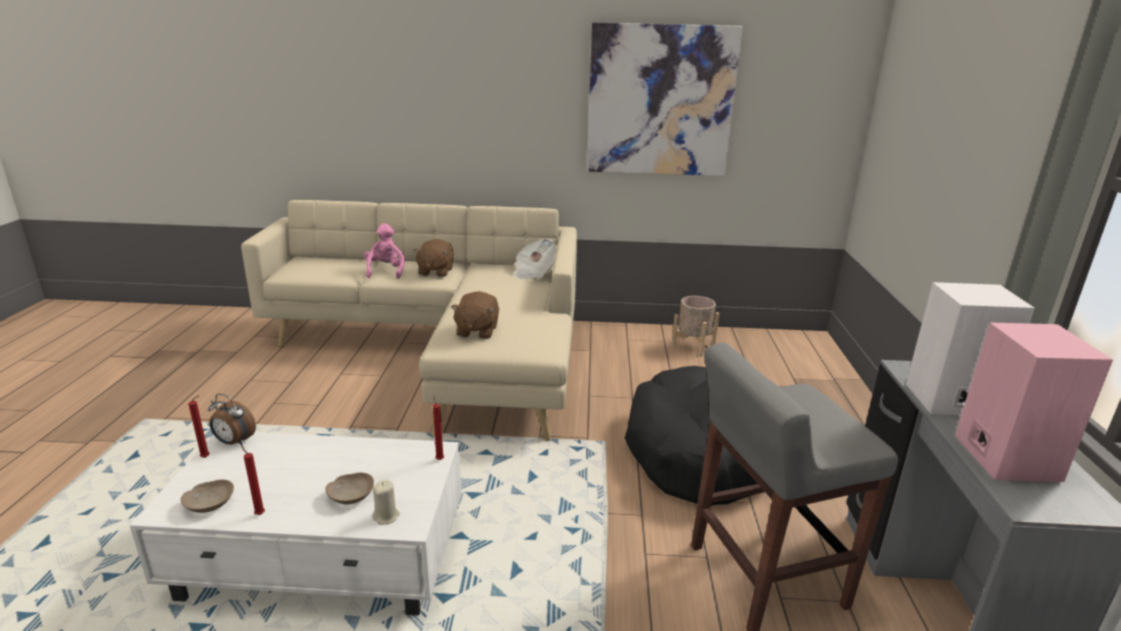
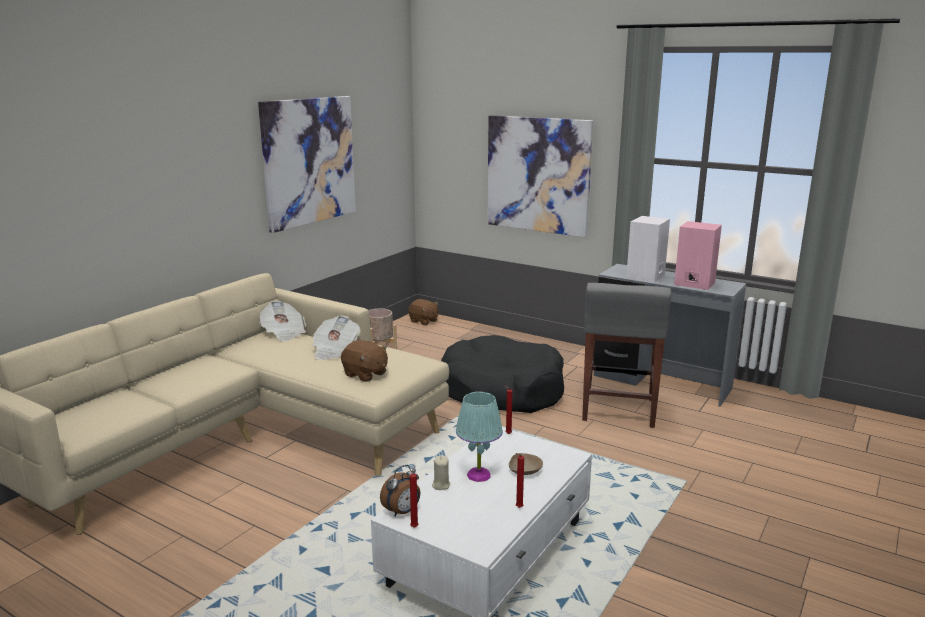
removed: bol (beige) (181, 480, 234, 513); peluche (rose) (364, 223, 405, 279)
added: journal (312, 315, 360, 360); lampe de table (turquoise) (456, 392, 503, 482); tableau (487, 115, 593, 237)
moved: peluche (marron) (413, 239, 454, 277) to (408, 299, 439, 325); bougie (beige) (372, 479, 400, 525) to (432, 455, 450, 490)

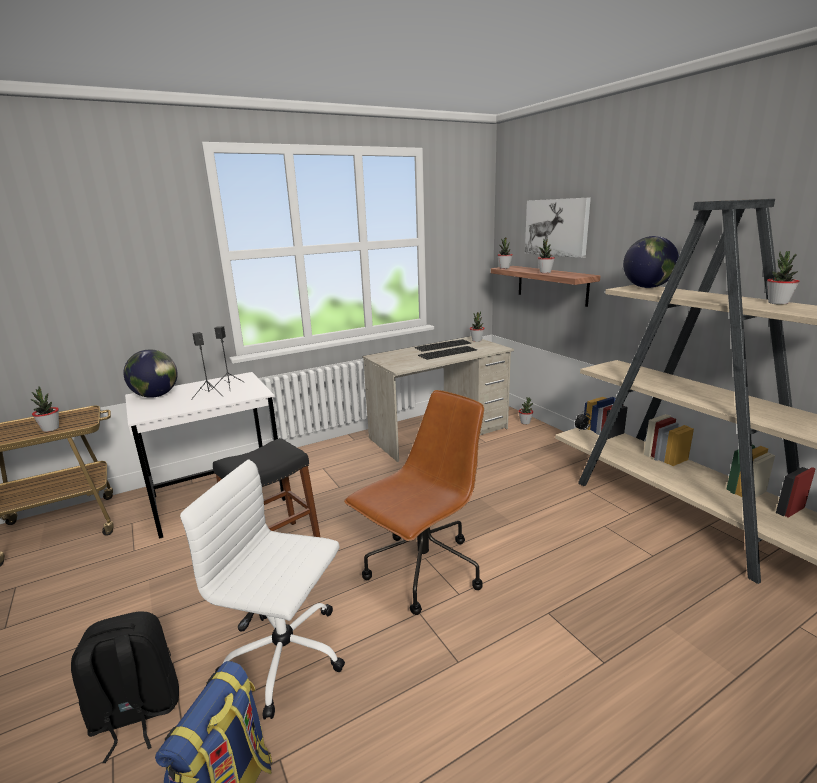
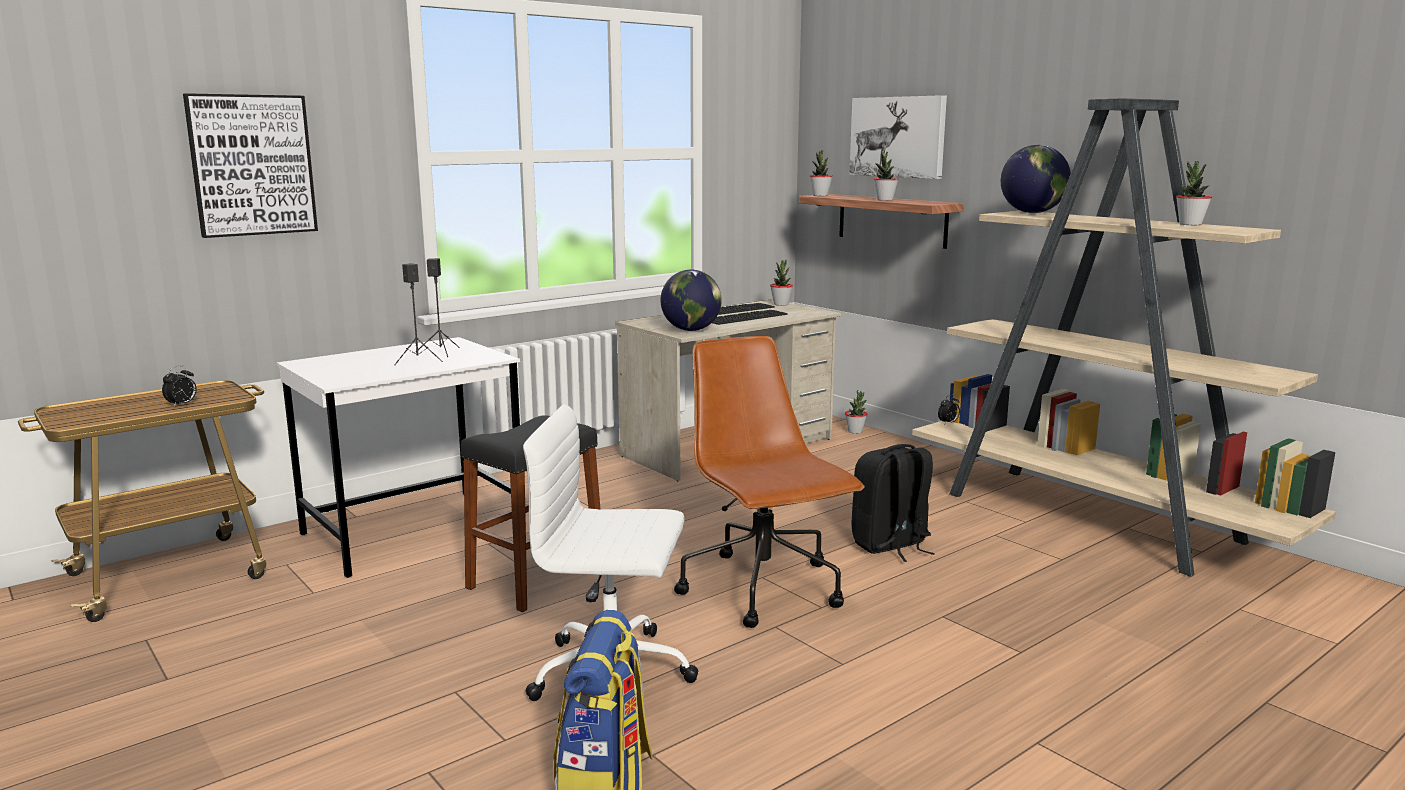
added: tableau (183, 93, 318, 238)
moved: globe (123, 350, 178, 398) to (661, 270, 722, 331); sac à dos (noir) (71, 611, 179, 763) to (852, 444, 935, 562)
replaced: plante en pot (31, 386, 59, 432) to réveil (162, 366, 197, 407)
turned: chaise de bureau (marron) (344, 390, 484, 615) = (674, 336, 865, 628) 60 degrees counterclockwise

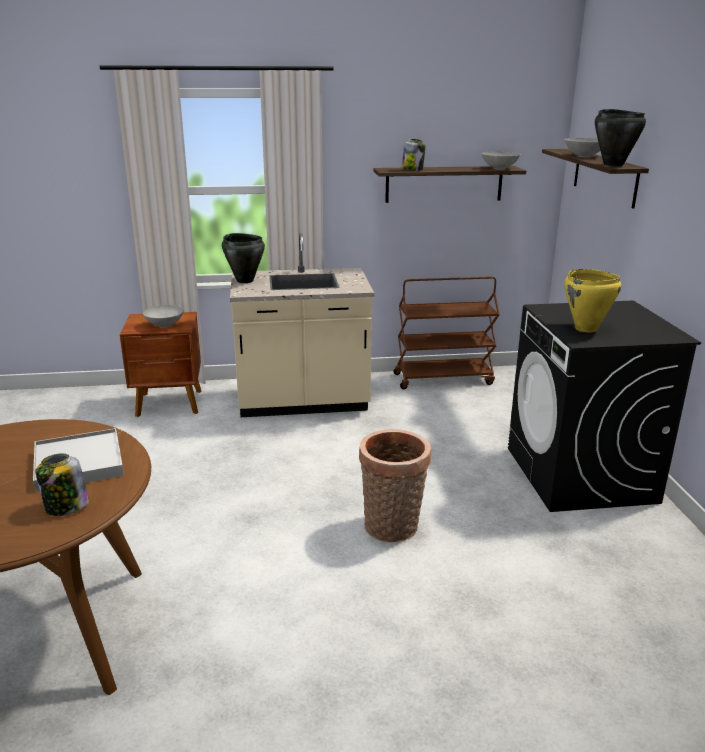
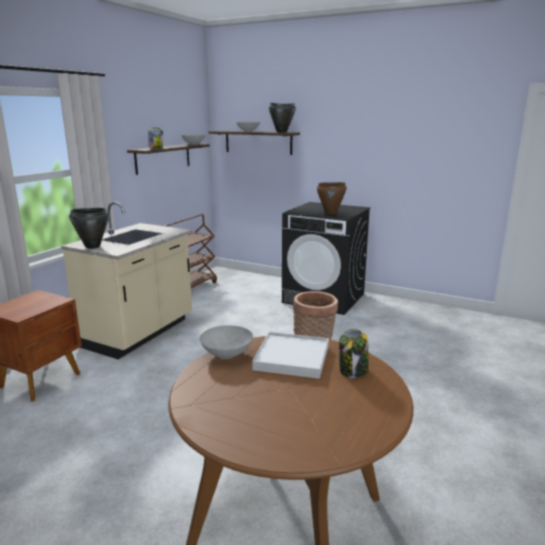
moved: bol (gris) (143, 305, 184, 328) to (200, 325, 253, 359)
recoloured: marmite (jaune) (564, 269, 622, 332) to marmite (marron) (317, 182, 347, 215)

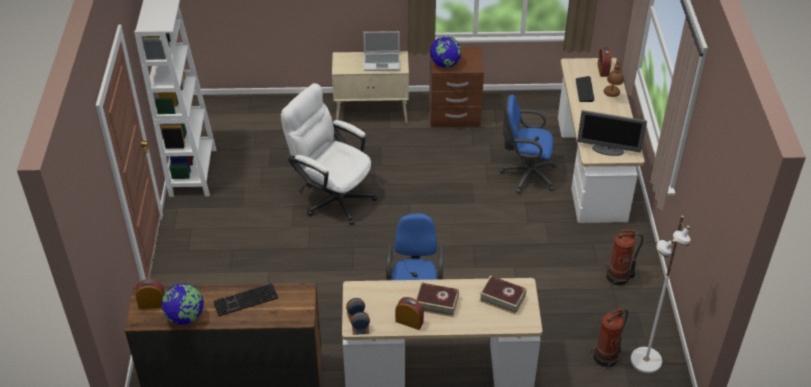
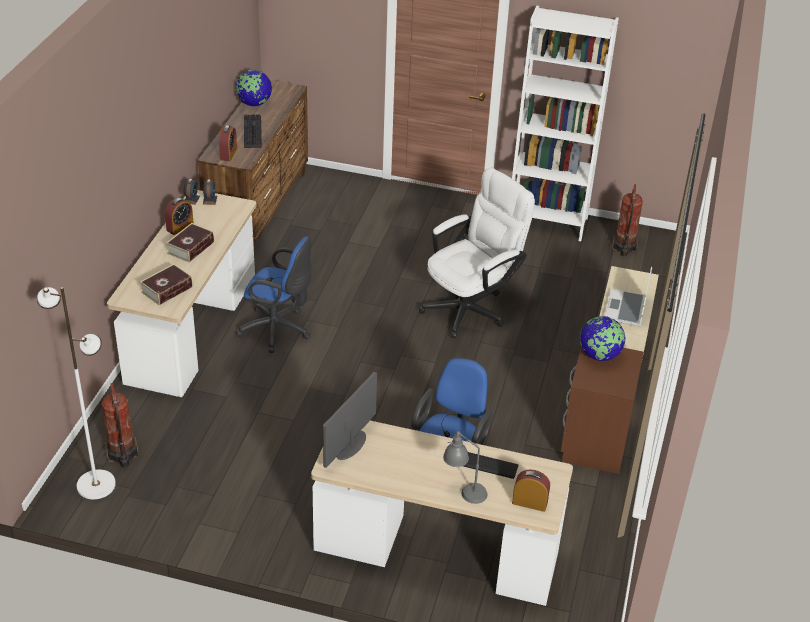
moved: réveil (135, 279, 165, 309) to (219, 125, 237, 161); extincteur (606, 229, 643, 286) to (612, 184, 643, 256)
recoloured: lampe de table (marron) (604, 59, 624, 97) to lampe de table (gris) (443, 431, 487, 504)

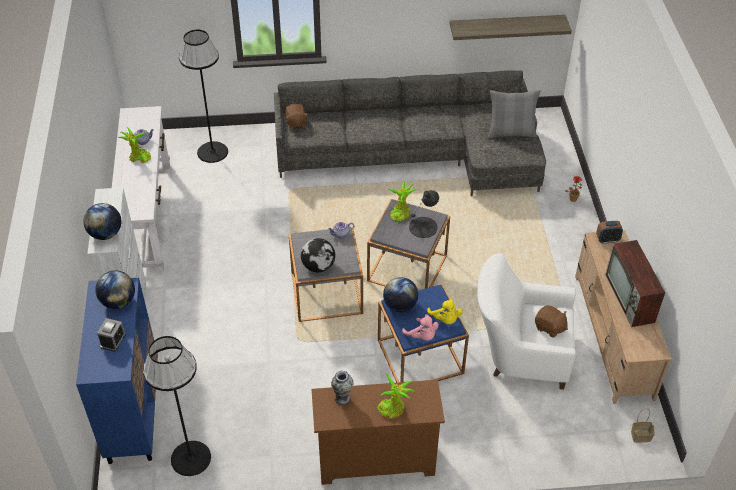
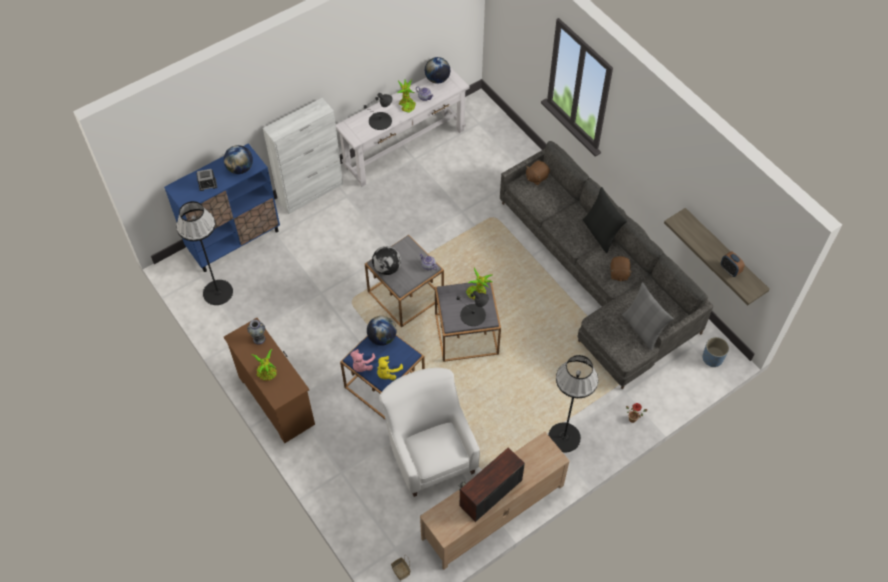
added: lampe de table (noir) (364, 93, 392, 130); coussin (noir) (583, 187, 627, 253); cache-pot (bleu) (702, 337, 729, 367)
moved: globe (84, 203, 122, 240) to (425, 57, 450, 84); lampadaire (noir) (179, 30, 228, 163) to (548, 355, 599, 452); peluche (marron) (535, 305, 568, 338) to (610, 256, 632, 282); réveil (596, 221, 623, 244) to (721, 251, 745, 277)

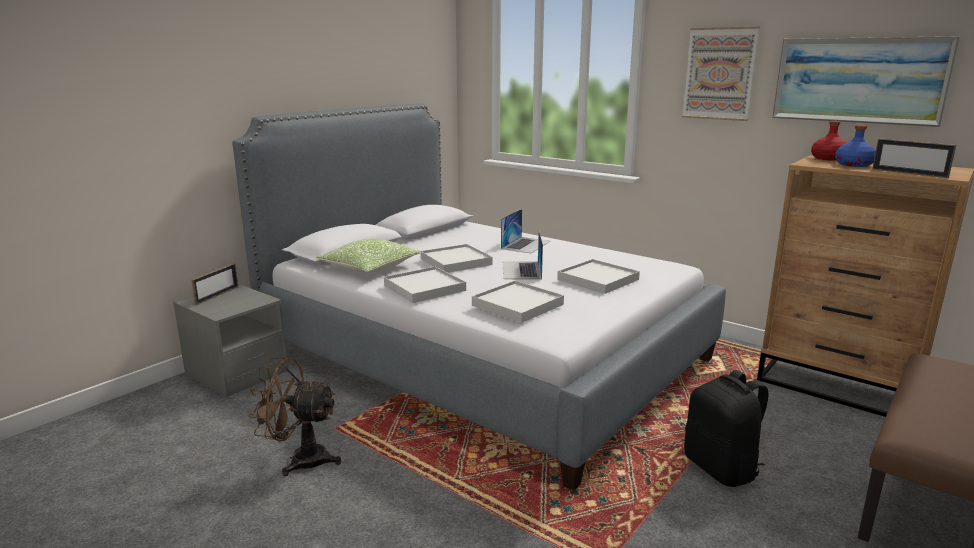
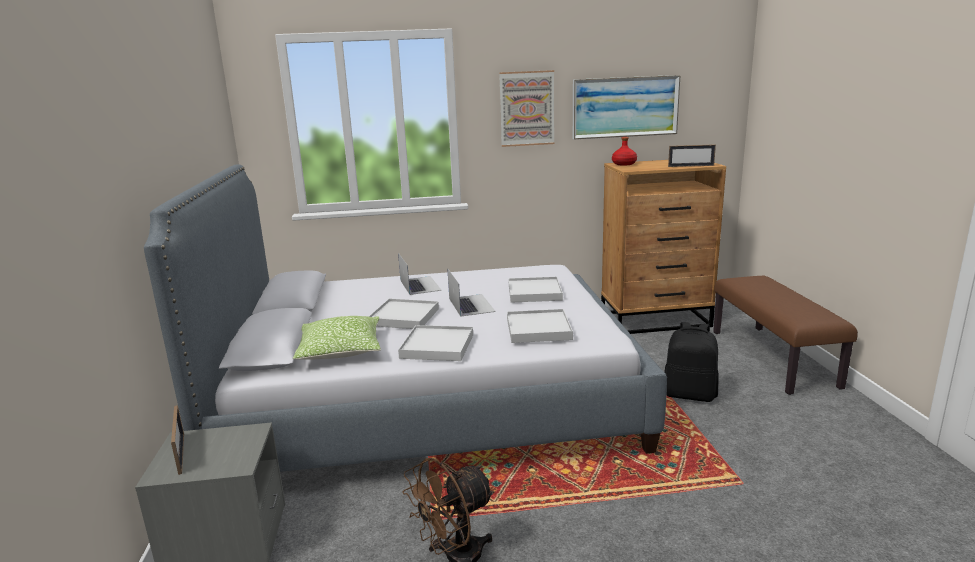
removed: bouteille (bleu) (835, 125, 876, 167)
turned: ordinateur portable (503, 231, 543, 279) = (447, 268, 496, 317) 150 degrees counterclockwise

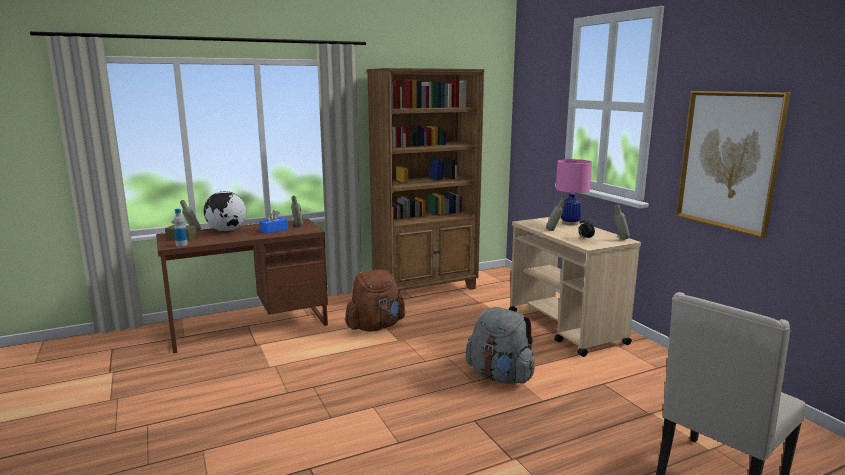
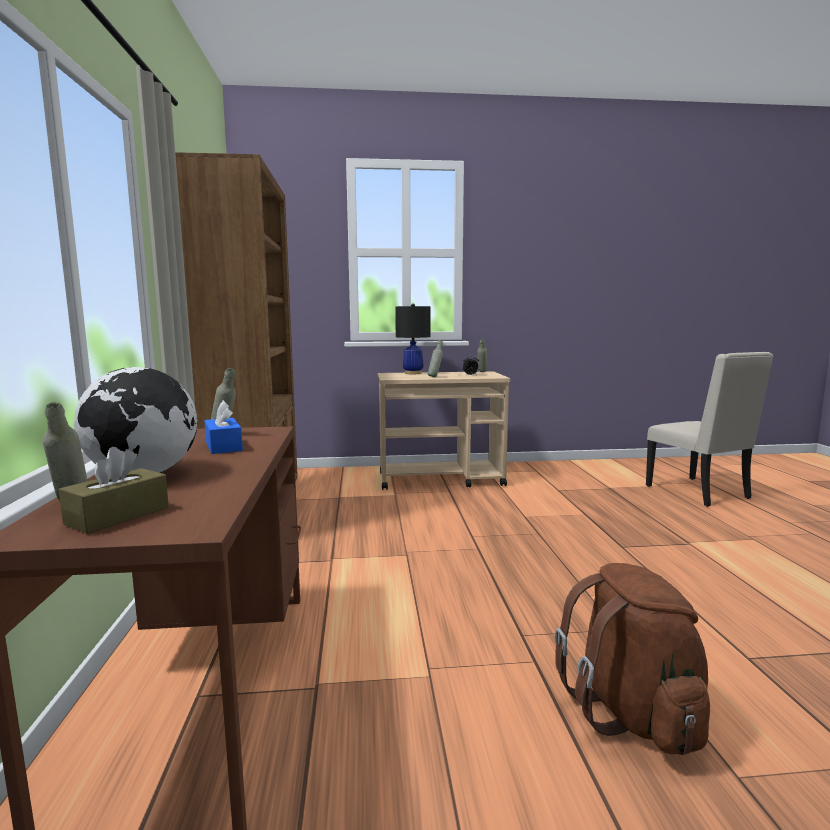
removed: bouteille (174, 209, 188, 247); sac à dos (gris) (466, 307, 535, 384); tableau (676, 91, 791, 238)
moved: sac à dos (marron) (345, 269, 405, 332) to (555, 563, 710, 755)
recoloured: lampe de table (rose) (556, 159, 592, 225) to lampe de table (noir) (395, 304, 431, 374)

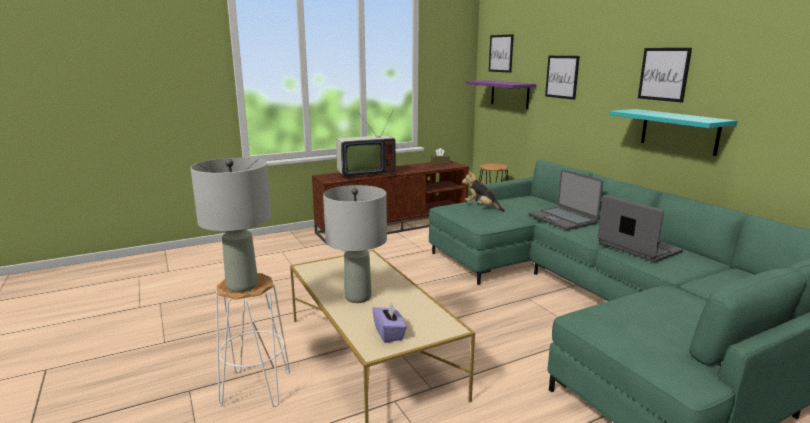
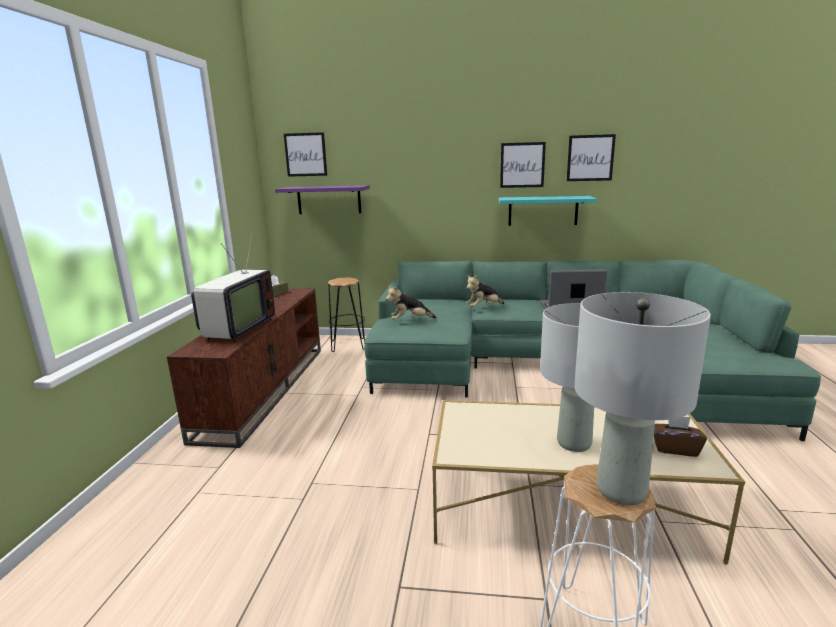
moved: tableau (545, 56, 580, 100) to (567, 134, 616, 181)
replaced: ordinateur portable (529, 169, 603, 230) to peluche (466, 275, 504, 307)
recoloured: boîte à mouchoirs (violet) (372, 301, 407, 343) to boîte à mouchoirs (marron) (654, 417, 707, 457)

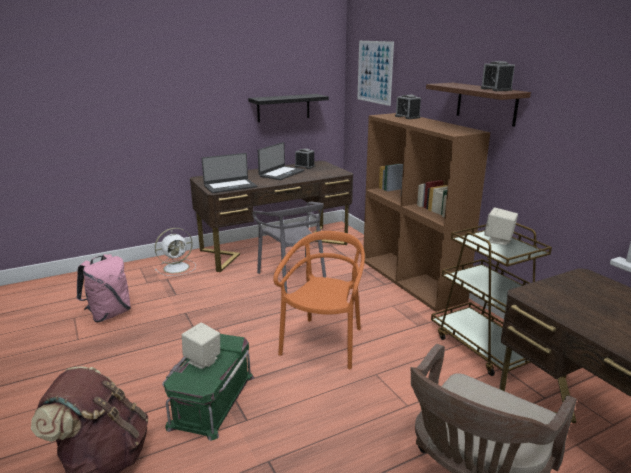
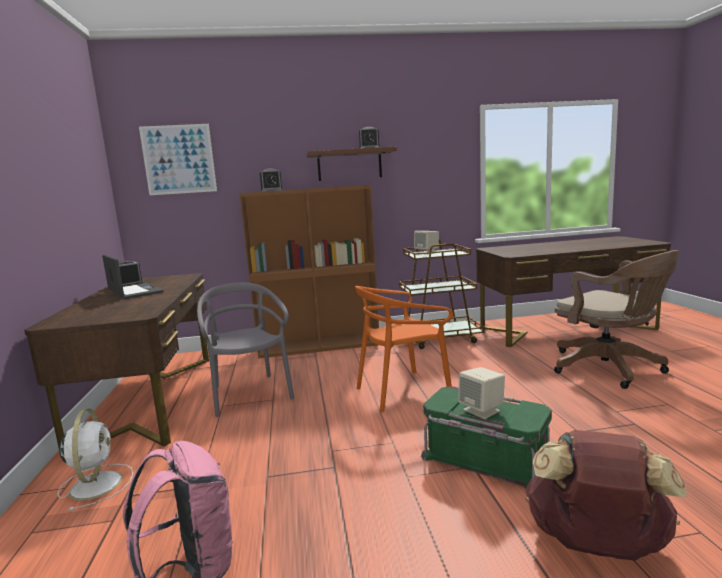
removed: ordinateur portable (202, 153, 257, 193); étagère (noir) (248, 94, 329, 122)
turned: chaise (gris) (253, 202, 326, 293) = (197, 282, 294, 417) 105 degrees counterclockwise; chaise (orange) (273, 231, 365, 369) = (355, 286, 453, 412) 60 degrees counterclockwise

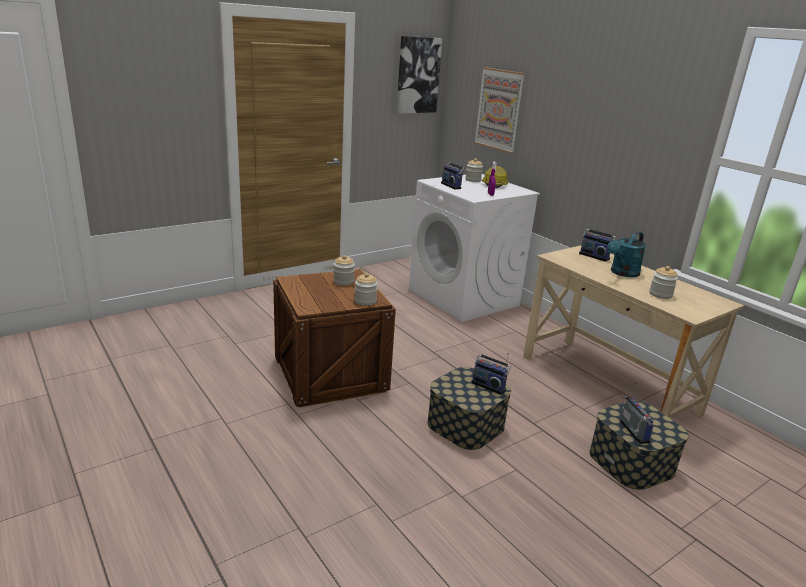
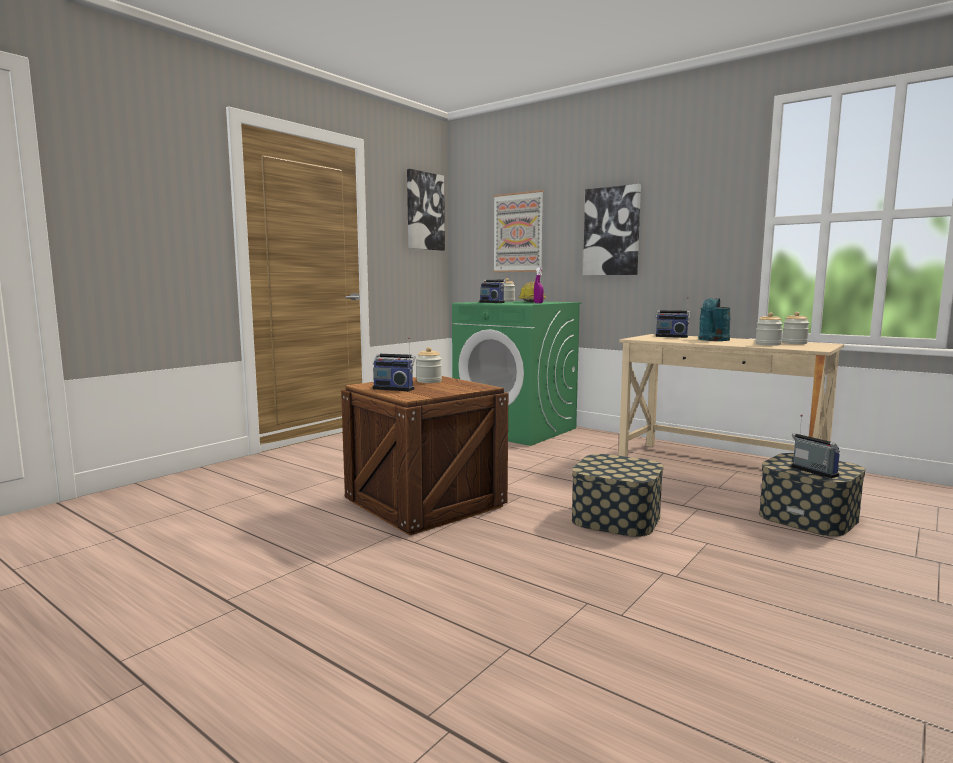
added: tableau (583, 184, 641, 275)
moved: radio (471, 353, 511, 395) to (372, 337, 415, 391); bocal (354, 273, 378, 306) to (782, 312, 809, 344)
recoloured: lave-linge (blanc) (409, 174, 540, 322) to lave-linge (vert) (452, 301, 581, 446)

